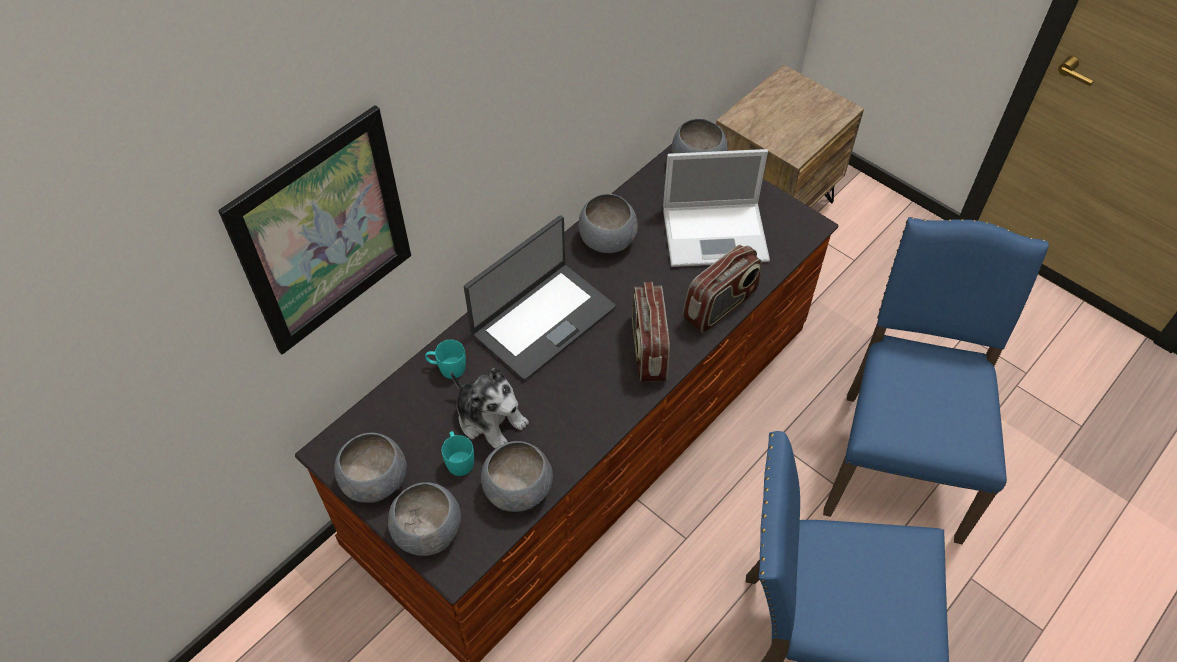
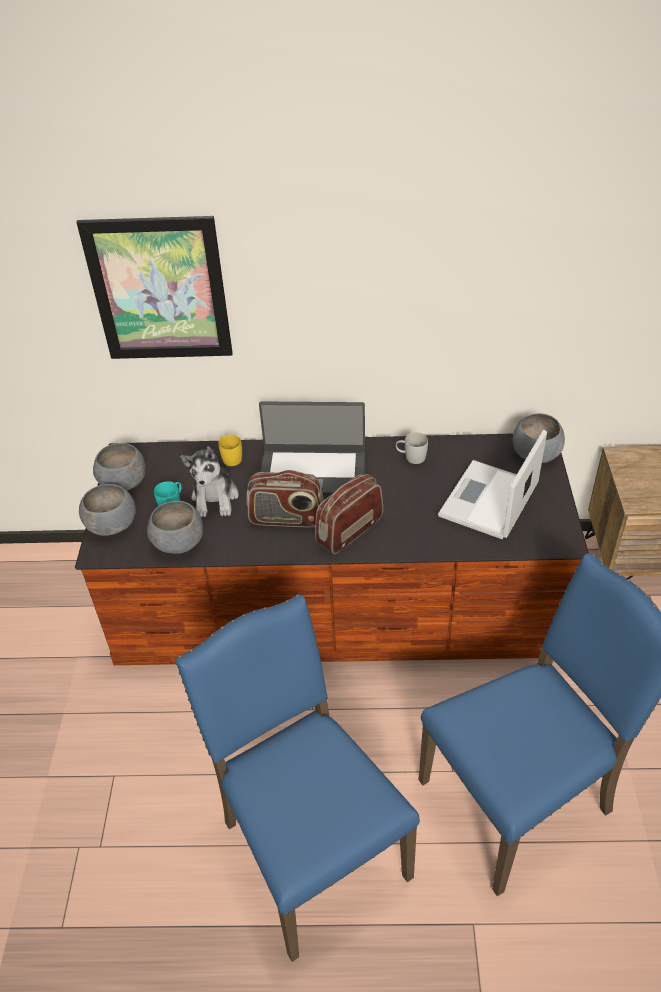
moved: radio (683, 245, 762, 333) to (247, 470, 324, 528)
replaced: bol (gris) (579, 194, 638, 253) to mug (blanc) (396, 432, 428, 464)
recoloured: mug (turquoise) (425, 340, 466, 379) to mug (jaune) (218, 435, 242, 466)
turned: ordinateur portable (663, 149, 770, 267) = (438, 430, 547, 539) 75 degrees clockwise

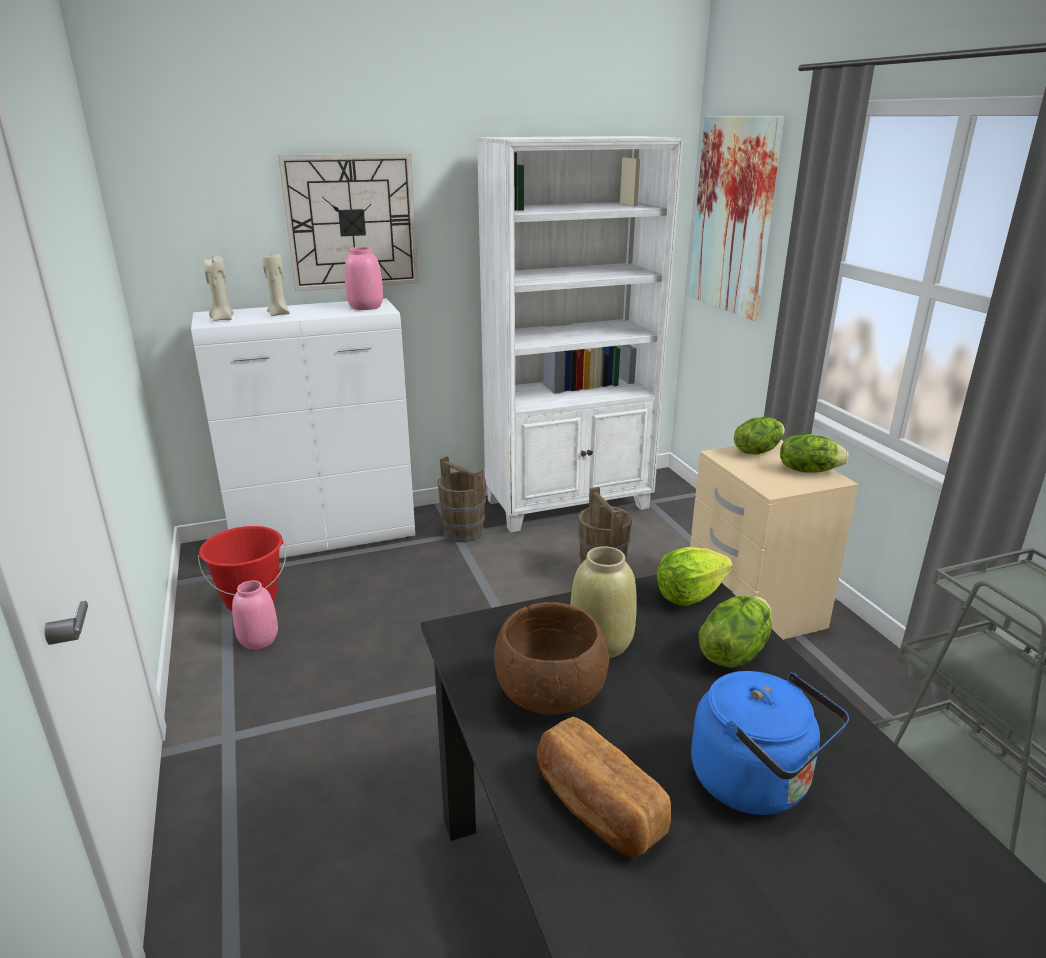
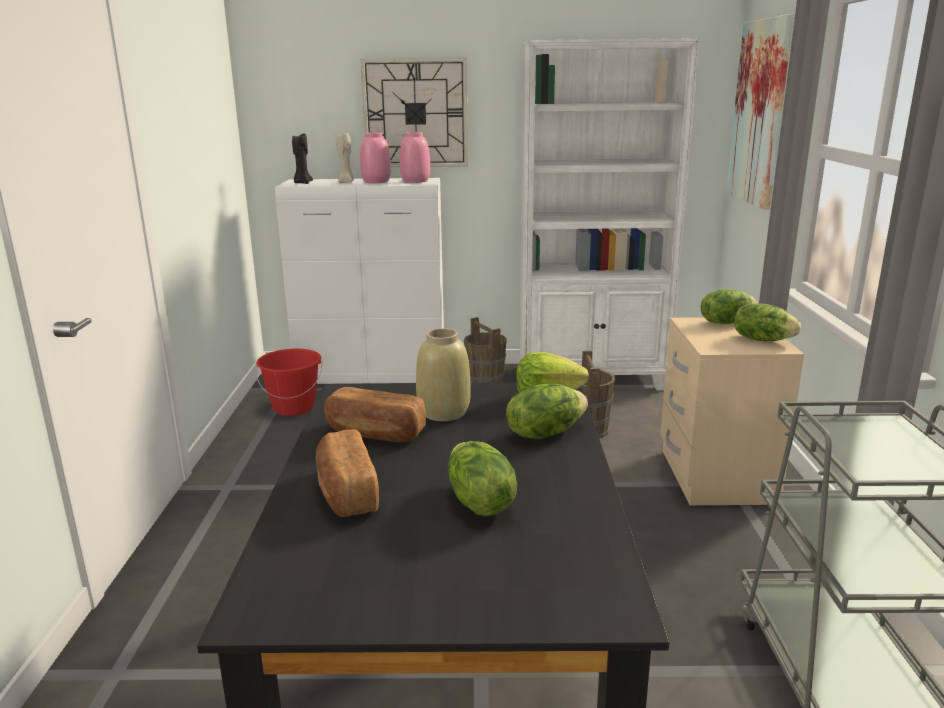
moved: vase (rose) (232, 580, 278, 650) to (360, 132, 391, 183)
replaced: bol (marron) (494, 602, 609, 715) to pain (324, 387, 426, 442); bouilloire (bleu) (691, 671, 849, 815) to laitue (448, 441, 517, 516)
recoloured: bougie (beige) (204, 256, 234, 321) to bougie (noir) (292, 134, 313, 184)

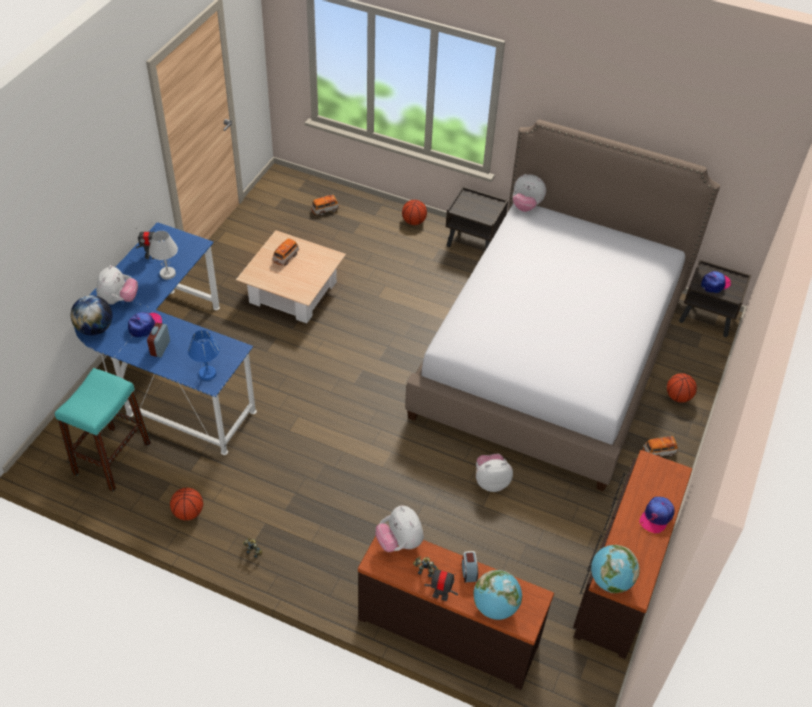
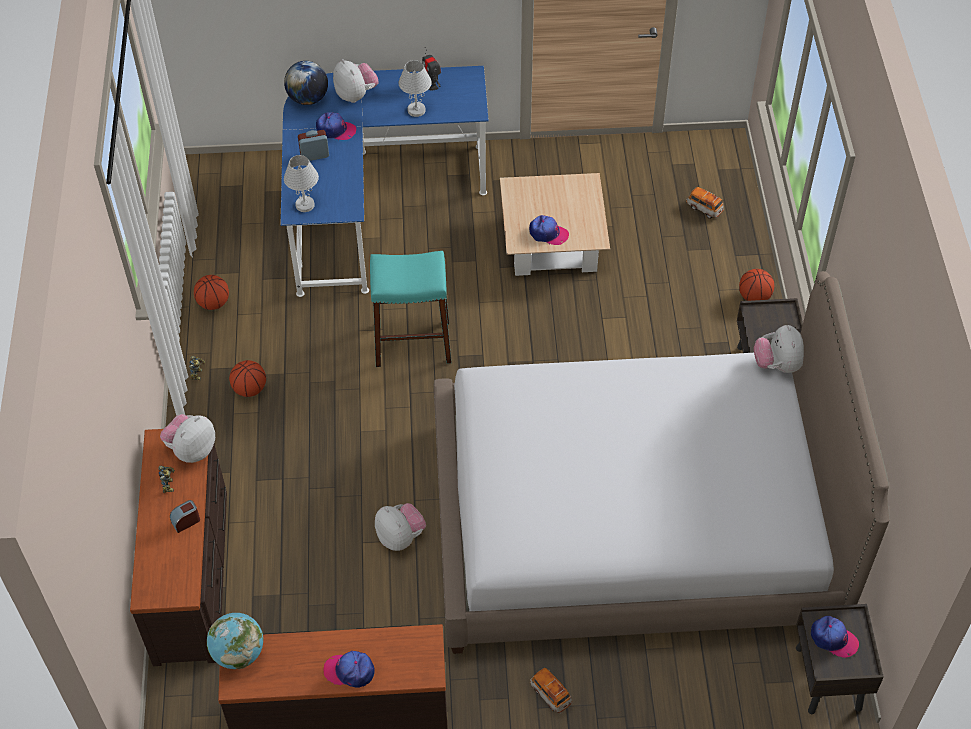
removed: petite voiture (273, 238, 299, 266); robot jouet (424, 568, 458, 601); globe (473, 570, 522, 620)
added: casquette (529, 215, 569, 245)
moved: ballon de basket (667, 373, 697, 402) to (229, 360, 266, 397); tabouret (turquoise) (55, 368, 151, 492) to (370, 251, 452, 367)
recoloured: lampe de table (bleu) (188, 330, 220, 380) to lampe de table (blanc) (284, 155, 319, 212)
turned: peluche (96, 265, 138, 305) = (333, 59, 379, 103) 105 degrees counterclockwise

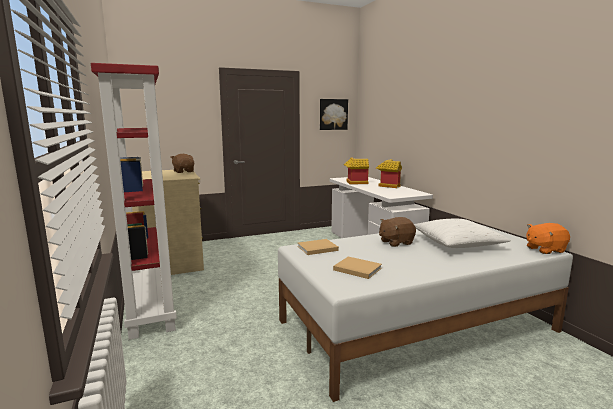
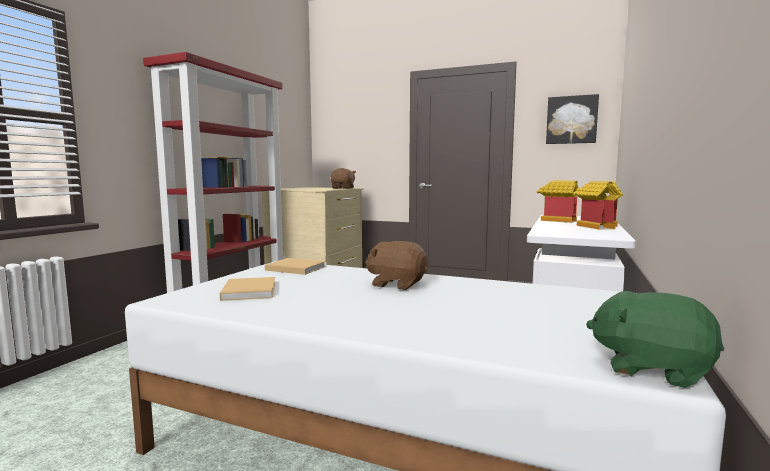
removed: coussin (blanc) (414, 219, 511, 248)
recoloured: peluche (orange) (526, 223, 570, 254) to peluche (vert) (586, 291, 724, 388)

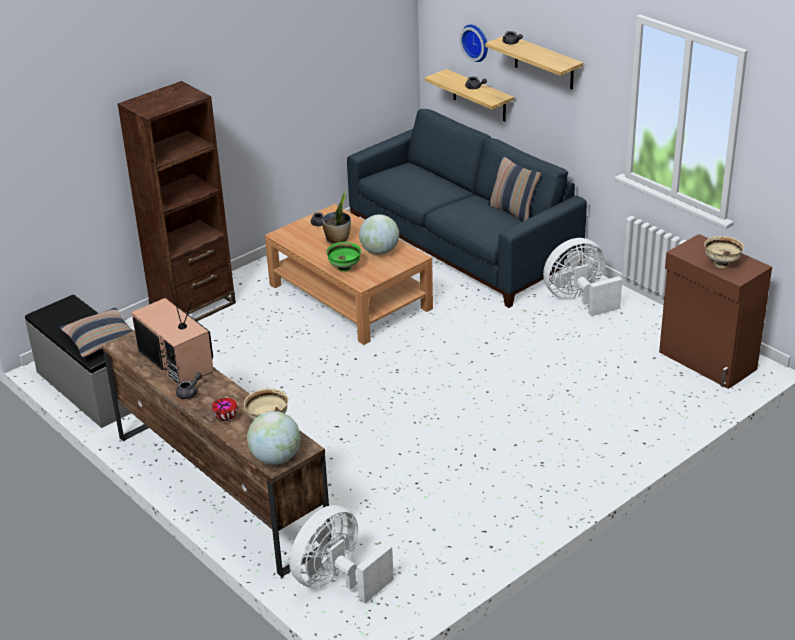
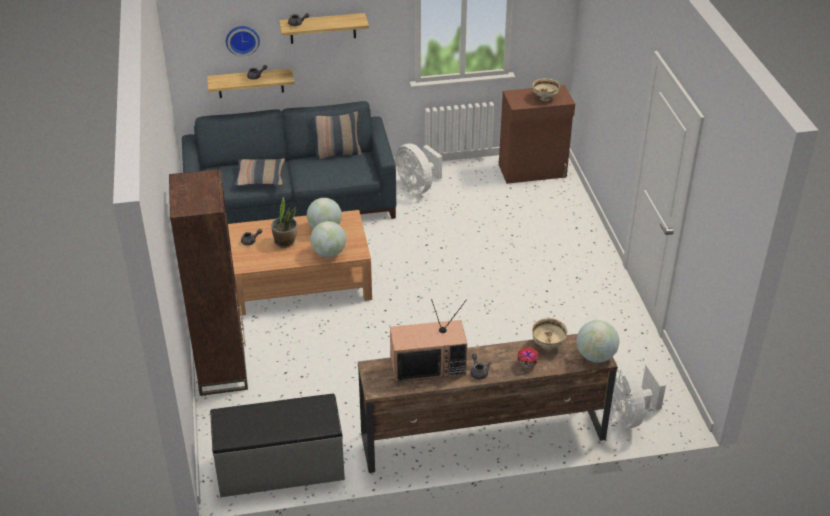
moved: coussin (59, 308, 134, 358) to (234, 158, 285, 186)
replaced: bol (vert) (326, 242, 361, 271) to globe (310, 221, 346, 257)
turned: ventilateur (blanc) (543, 238, 622, 316) = (395, 143, 442, 194) 45 degrees counterclockwise

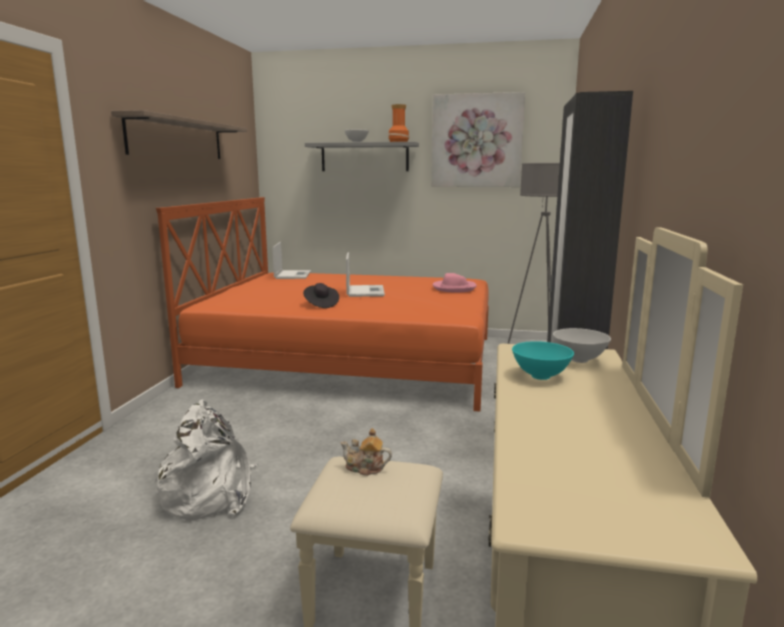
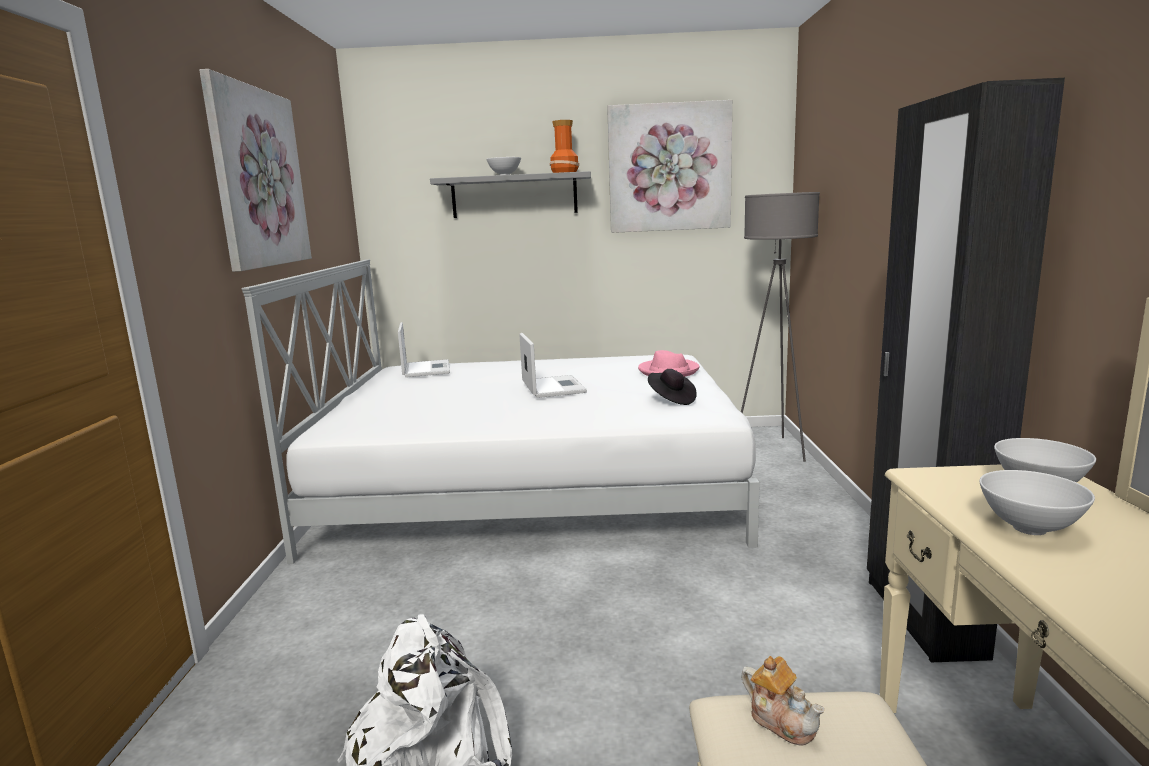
moved: chapeau (noir) (303, 283, 339, 308) to (648, 369, 697, 405)
replaced: étagère (111, 110, 247, 159) to tableau (199, 69, 312, 272)
recoloured: lit (orange) (156, 197, 489, 412) to lit (blanc) (241, 259, 760, 564); bol (turquoise) (512, 341, 574, 380) to bol (blanc) (979, 470, 1095, 535)
turned: théière (341, 428, 392, 476) = (741, 656, 824, 745) 135 degrees counterclockwise

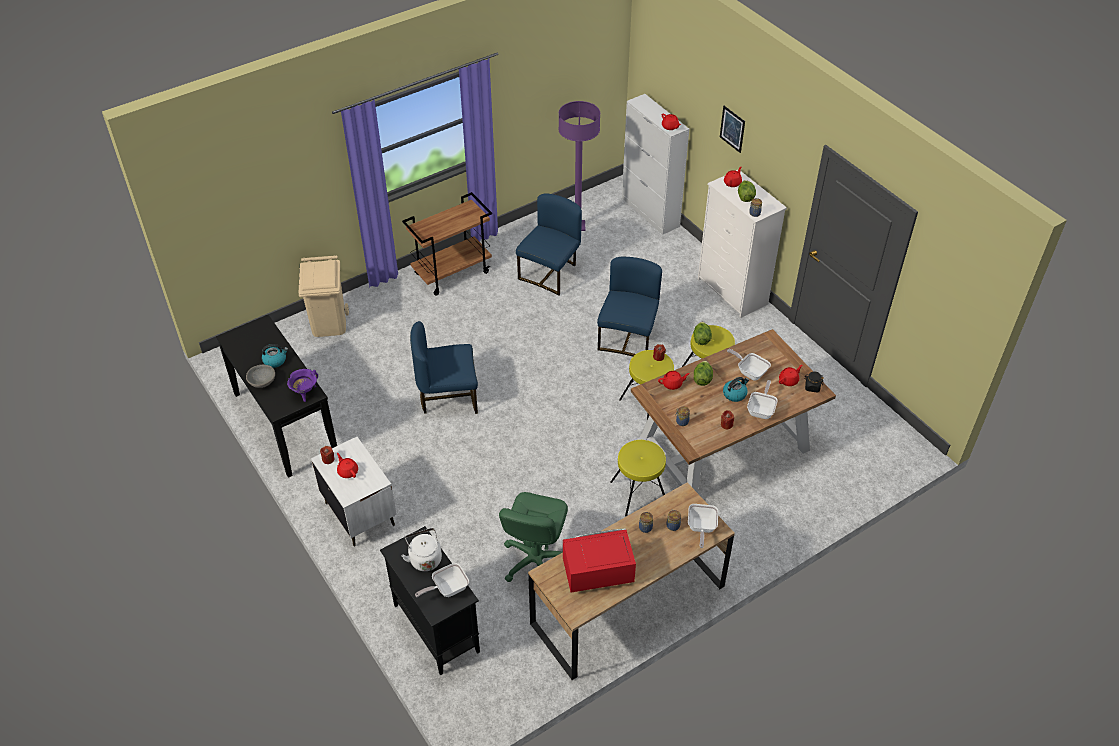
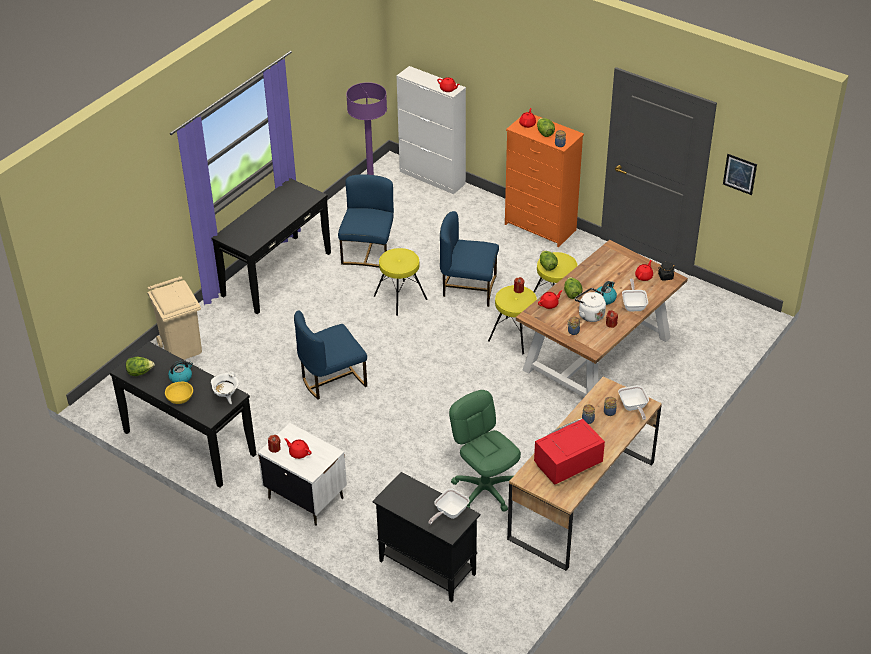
removed: poêle (727, 349, 771, 381)
added: laitue (126, 357, 155, 376)
moved: tabouret (jaune) (610, 440, 666, 516) to (374, 248, 428, 316); bouilloire (blanc) (401, 528, 442, 571) to (575, 288, 606, 322); tableau (720, 106, 745, 153) to (723, 154, 757, 195)
replaced: chariot (marron) (402, 192, 492, 296) to table console (noir) (211, 178, 331, 314)
recoloured: bol (gris) (246, 365, 275, 388) to bol (jaune) (165, 382, 193, 404); marmite (violet) (287, 369, 318, 402) to marmite (blanc) (211, 372, 239, 404); commode (blanc) (698, 169, 787, 318) to commode (orange) (505, 115, 584, 248)
turned: chaise (bleu) (597, 257, 662, 357) = (440, 211, 499, 307) 75 degrees counterclockwise; chaise de bureau (vert) (499, 492, 568, 582) = (449, 390, 521, 512) 150 degrees clockwise

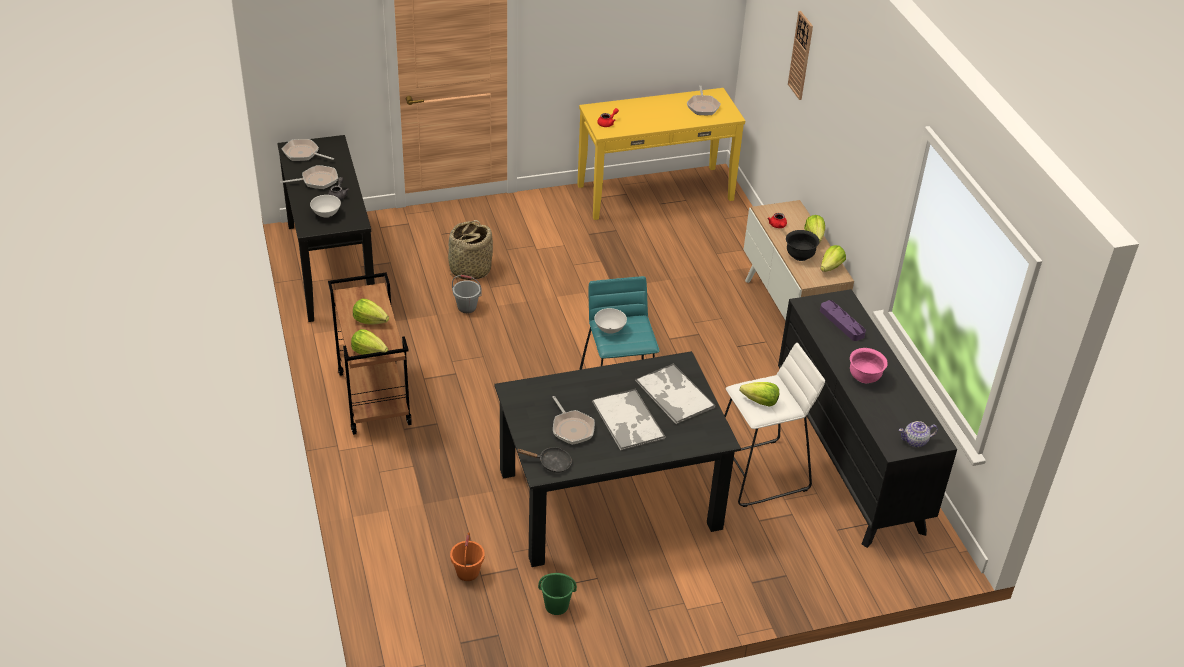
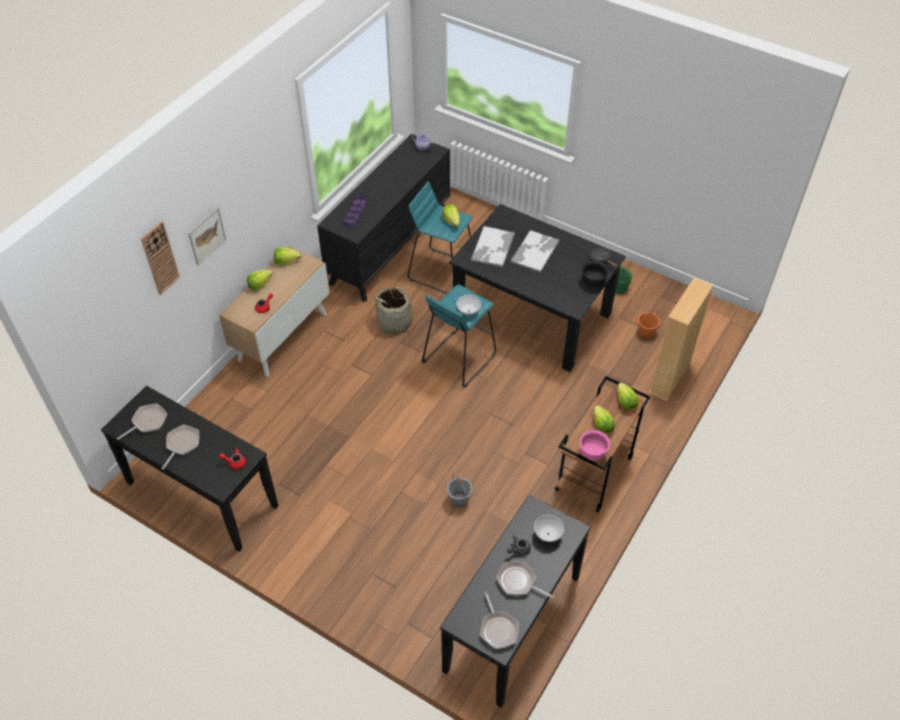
added: tableau (188, 207, 226, 265); bibliothèque (beige) (649, 277, 713, 401)
moved: poêle (553, 396, 595, 445) to (161, 424, 199, 470); panier (448, 220, 493, 280) to (372, 287, 420, 334); bol (rose) (850, 348, 888, 383) to (579, 430, 610, 461); bol (noir) (786, 230, 820, 261) to (582, 261, 609, 287)
recoloured: table console (jaune) (577, 88, 745, 220) to table console (noir) (101, 386, 279, 552); tabouret (blanc) (724, 343, 825, 507) to tabouret (turquoise) (407, 181, 473, 294)

